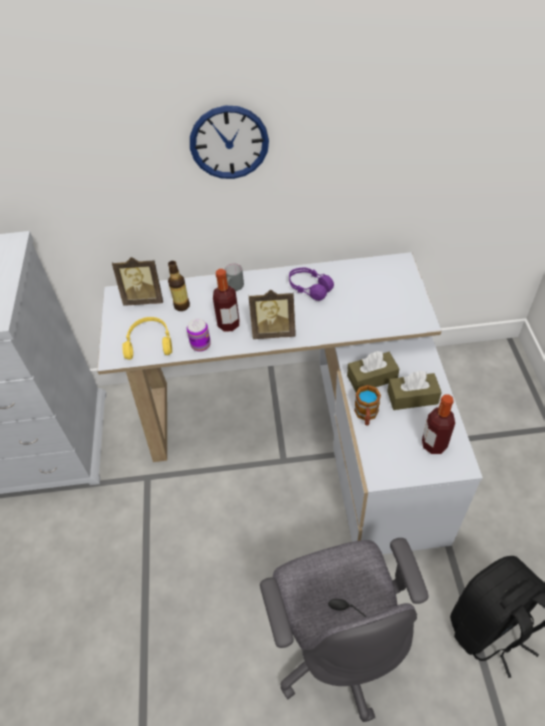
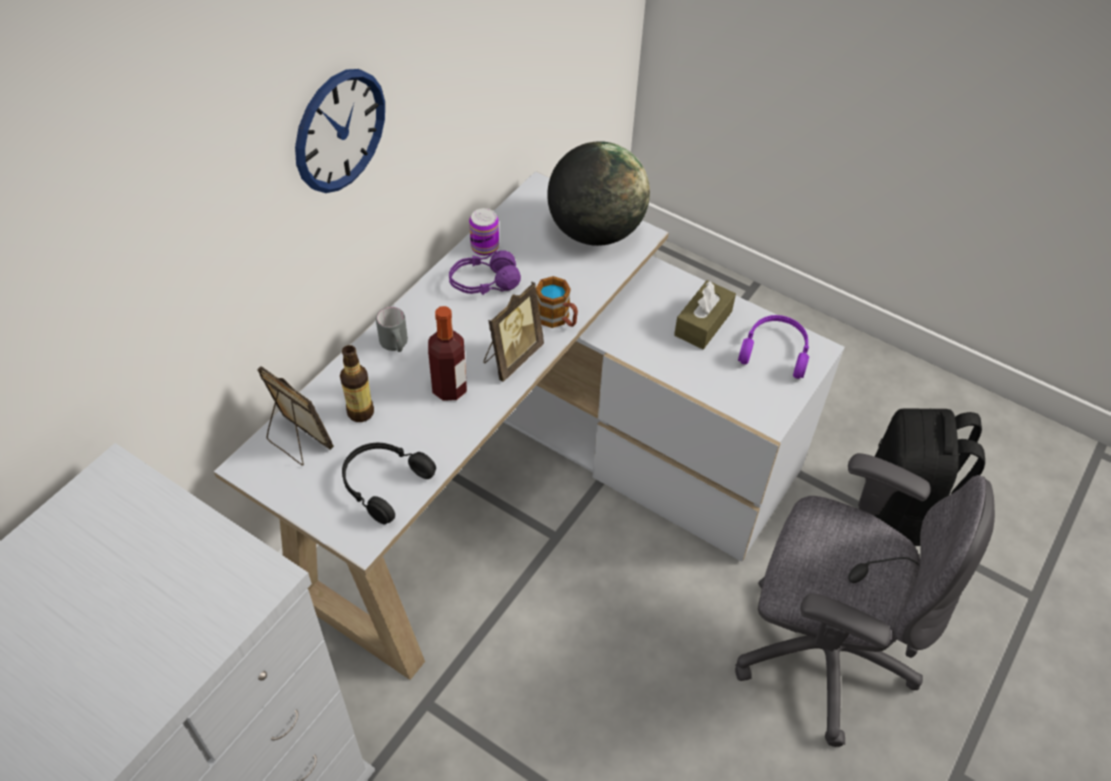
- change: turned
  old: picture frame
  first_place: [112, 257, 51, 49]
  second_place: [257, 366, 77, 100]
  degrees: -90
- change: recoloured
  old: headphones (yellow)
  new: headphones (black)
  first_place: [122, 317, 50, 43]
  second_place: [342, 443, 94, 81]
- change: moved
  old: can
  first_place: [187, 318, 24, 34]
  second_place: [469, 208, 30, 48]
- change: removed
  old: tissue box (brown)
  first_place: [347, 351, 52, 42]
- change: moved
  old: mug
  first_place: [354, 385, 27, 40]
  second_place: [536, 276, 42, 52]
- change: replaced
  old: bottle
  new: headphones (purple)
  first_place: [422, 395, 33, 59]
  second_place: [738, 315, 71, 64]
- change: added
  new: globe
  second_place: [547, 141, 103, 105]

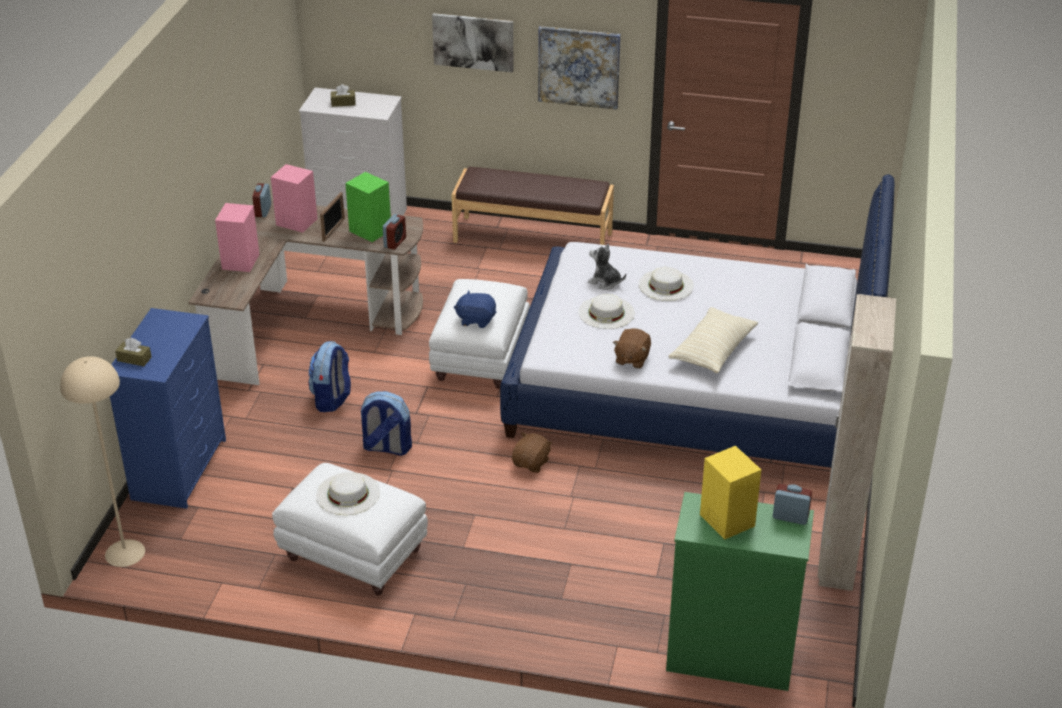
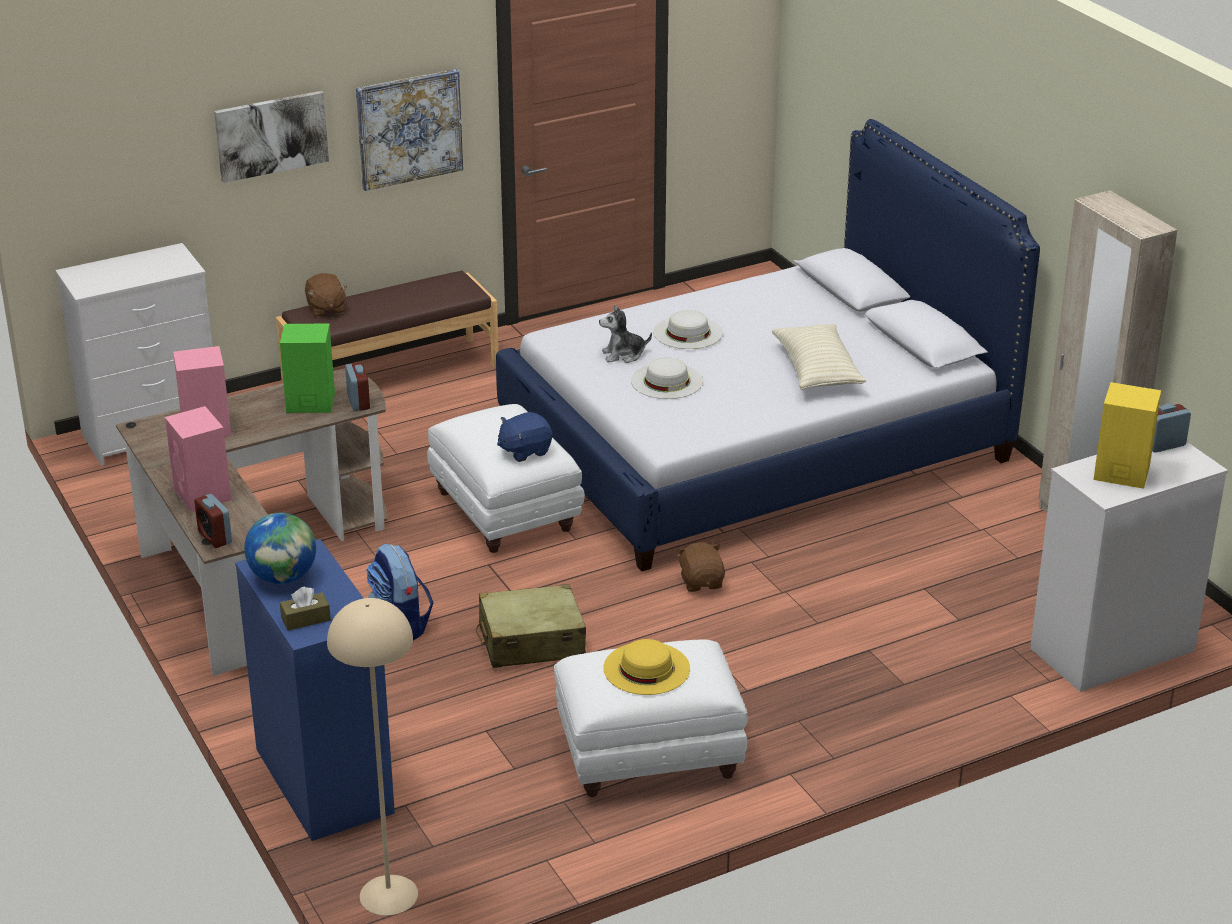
- change: removed
  old: tissue box (brown)
  first_place: [331, 84, 25, 23]
- change: moved
  old: alarm clock
  first_place: [252, 183, 19, 34]
  second_place: [194, 494, 38, 54]
- change: removed
  old: picture frame
  first_place: [320, 192, 25, 50]
- change: moved
  old: plush toy (brown)
  first_place: [613, 328, 38, 41]
  second_place: [305, 273, 42, 44]
- change: replaced
  old: backpack
  new: suitcase (beige)
  first_place: [359, 391, 53, 65]
  second_place: [476, 584, 110, 84]
- change: recoloured
  old: hat (white)
  new: hat (yellow)
  first_place: [316, 472, 64, 43]
  second_place: [603, 639, 87, 56]
- change: recoloured
  old: dresser (green)
  new: dresser (white)
  first_place: [666, 492, 148, 199]
  second_place: [1030, 442, 198, 250]
- change: added
  new: globe
  second_place: [244, 513, 72, 71]

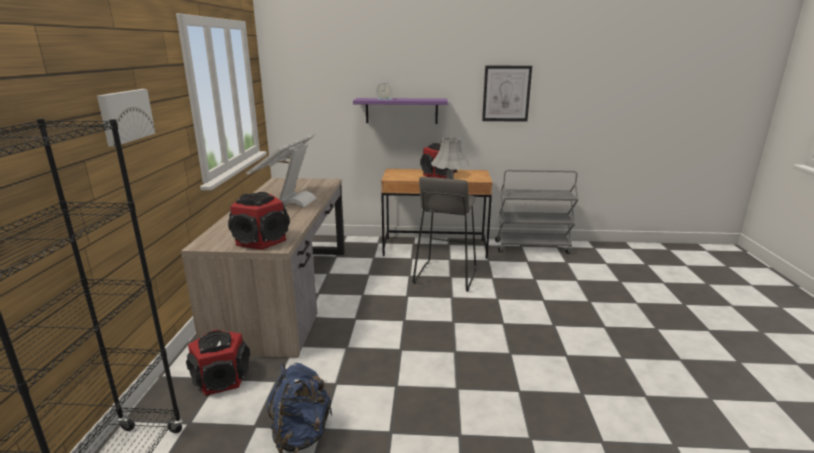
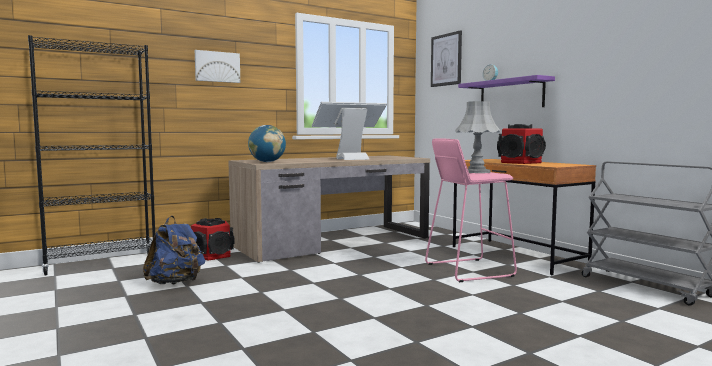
- change: moved
  old: picture
  first_place: [482, 66, 50, 56]
  second_place: [431, 30, 31, 57]
- change: recoloured
  old: stool (grey)
  new: stool (pink)
  first_place: [413, 177, 64, 115]
  second_place: [425, 139, 92, 143]
- change: replaced
  old: speaker
  new: globe
  first_place: [228, 192, 62, 58]
  second_place: [248, 125, 38, 37]

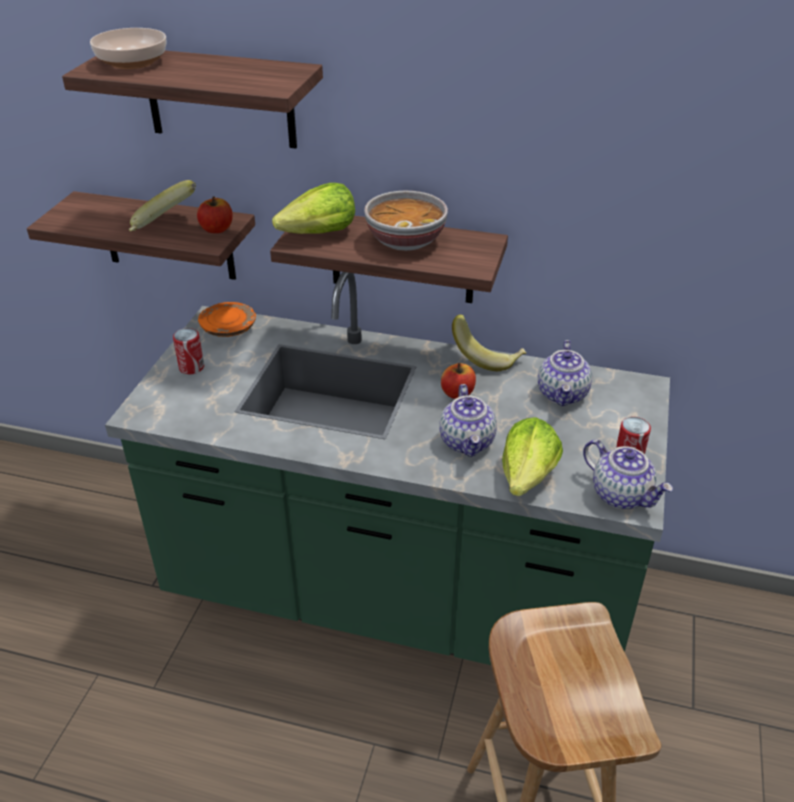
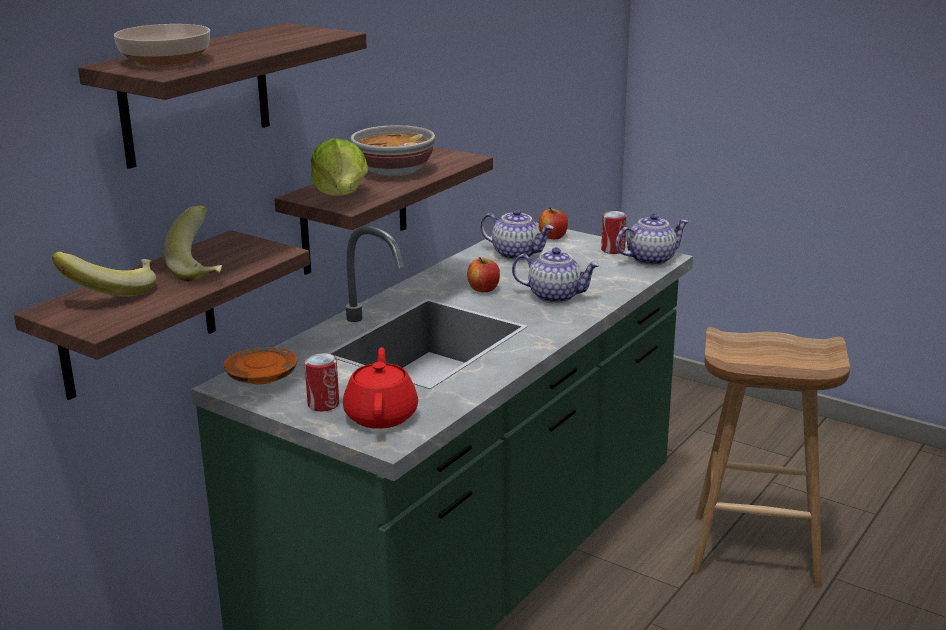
- change: moved
  old: apple
  first_place: [197, 196, 36, 37]
  second_place: [539, 208, 29, 31]
- change: moved
  old: banana
  first_place: [452, 315, 75, 56]
  second_place: [52, 252, 105, 44]
- change: removed
  old: lettuce
  first_place: [502, 417, 61, 79]
- change: added
  new: teapot (red)
  second_place: [343, 347, 75, 82]

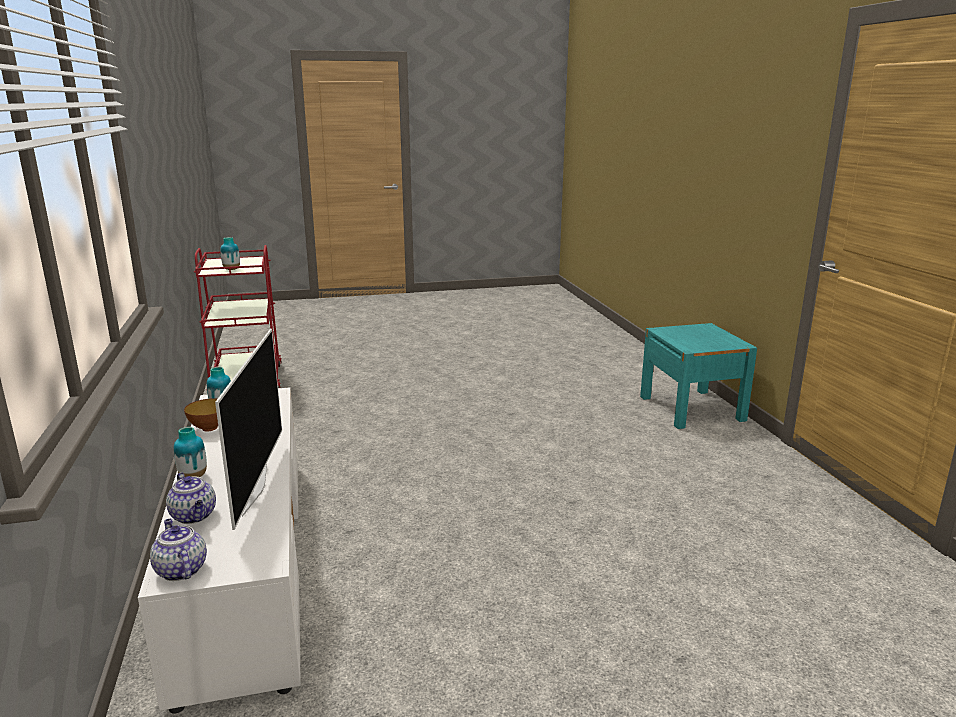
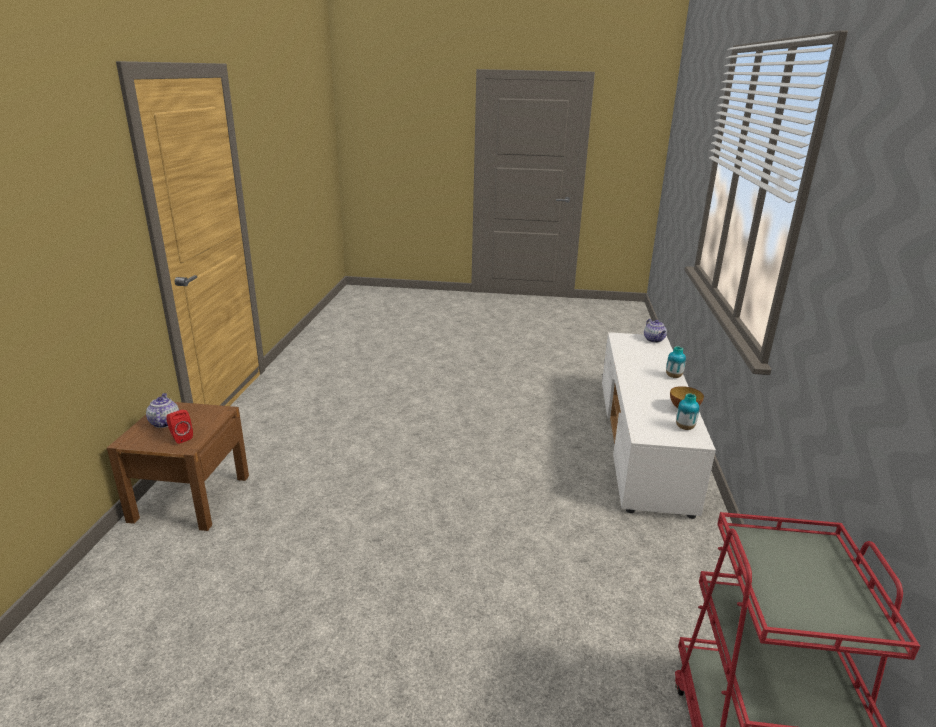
- change: removed
  old: vase
  first_place: [220, 237, 20, 33]
- change: recoloured
  old: nightstand (turquoise)
  new: nightstand (brown)
  first_place: [640, 323, 117, 106]
  second_place: [107, 402, 142, 129]
- change: removed
  old: television
  first_place: [215, 329, 67, 201]
- change: moved
  old: teapot
  first_place: [166, 472, 50, 52]
  second_place: [146, 393, 33, 35]
- change: added
  new: speaker (red)
  second_place: [166, 410, 27, 34]

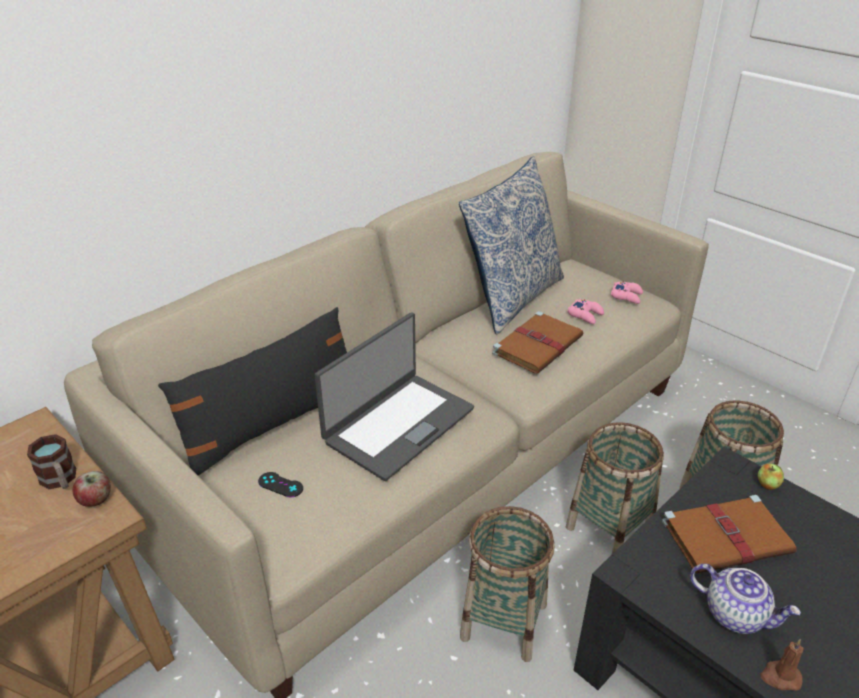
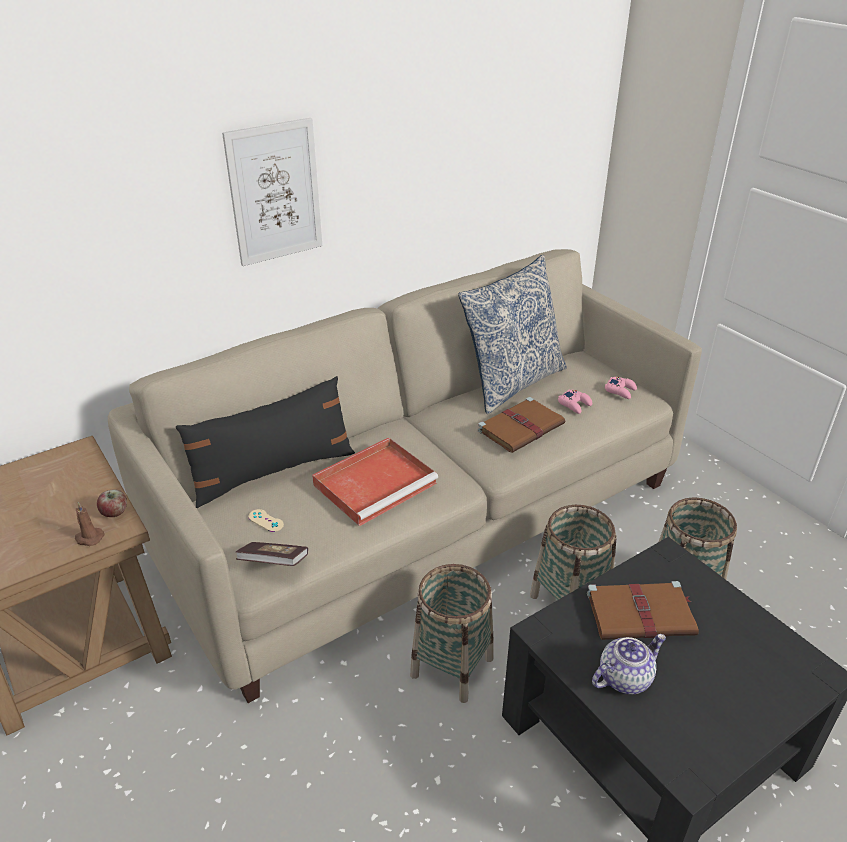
- change: replaced
  old: laptop
  new: tray (red)
  first_place: [315, 313, 159, 168]
  second_place: [312, 437, 126, 89]
- change: removed
  old: mug
  first_place: [27, 434, 49, 55]
- change: removed
  old: apple
  first_place: [758, 464, 26, 26]
- change: recoloured
  old: game controller (black)
  new: game controller (beige)
  first_place: [258, 472, 45, 25]
  second_place: [248, 509, 36, 23]
- change: turned
  old: teapot
  first_place: [690, 564, 111, 70]
  second_place: [592, 634, 74, 60]
  degrees: -75
- change: moved
  old: candle (brown)
  first_place: [760, 639, 44, 52]
  second_place: [75, 502, 29, 44]
- change: added
  new: picture
  second_place: [222, 118, 100, 148]
- change: added
  new: book
  second_place: [236, 542, 72, 24]

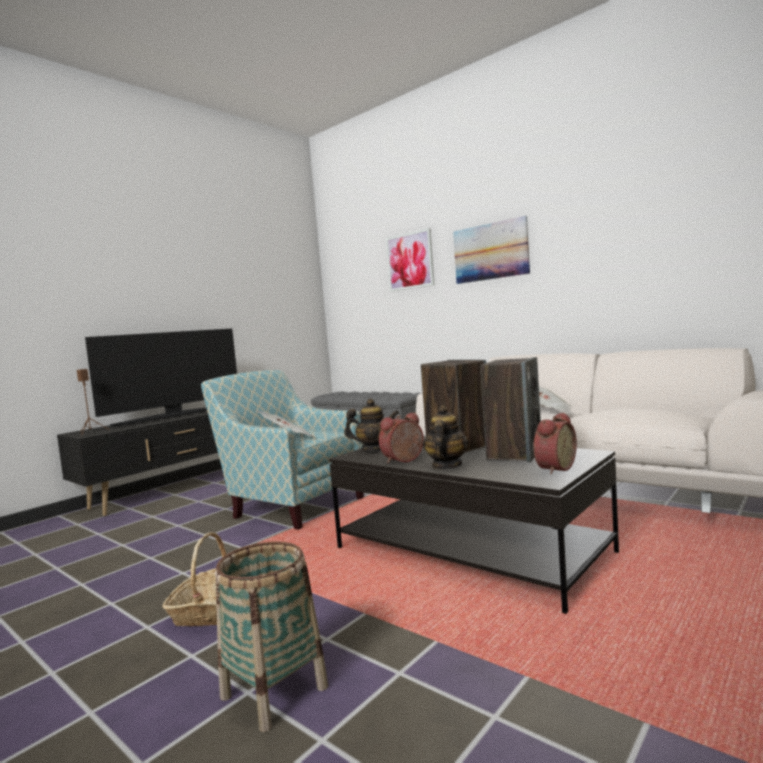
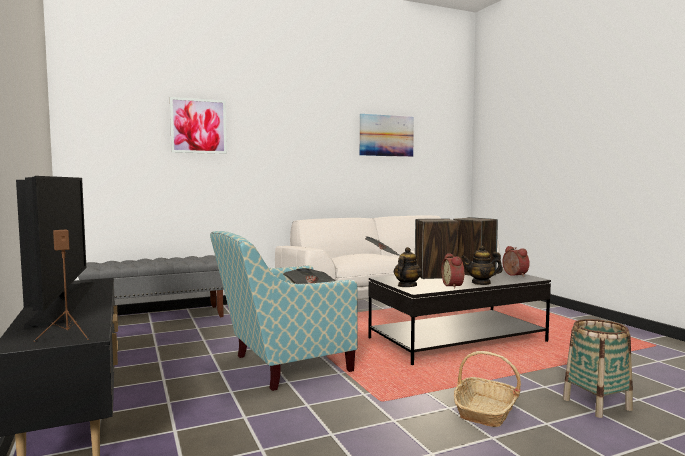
- change: moved
  old: picture
  first_place: [453, 216, 77, 68]
  second_place: [360, 114, 54, 43]
- change: turned
  old: teapot
  first_place: [423, 405, 46, 64]
  second_place: [461, 245, 42, 40]
  degrees: -45

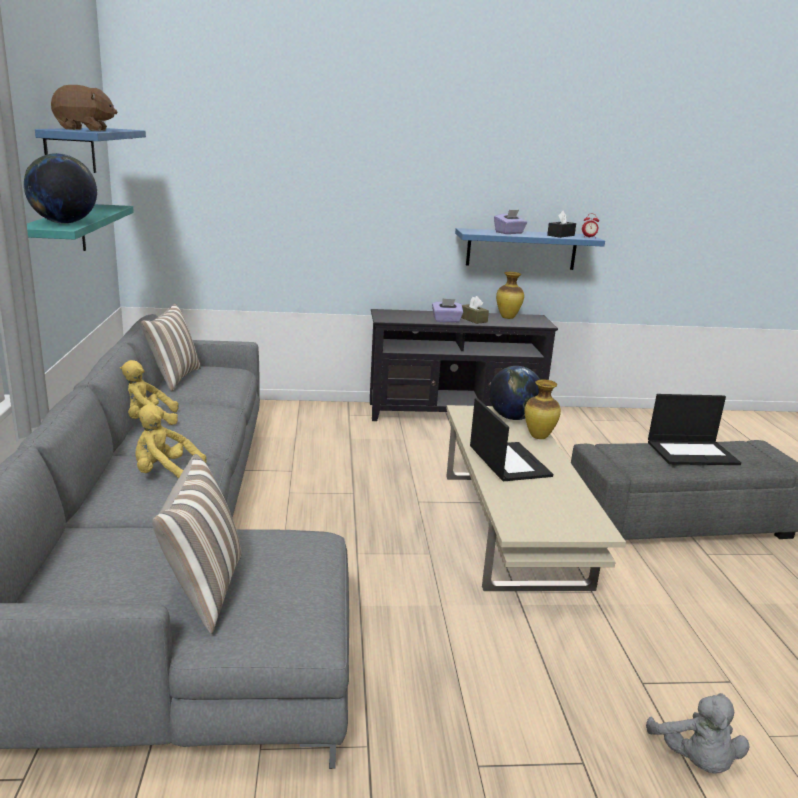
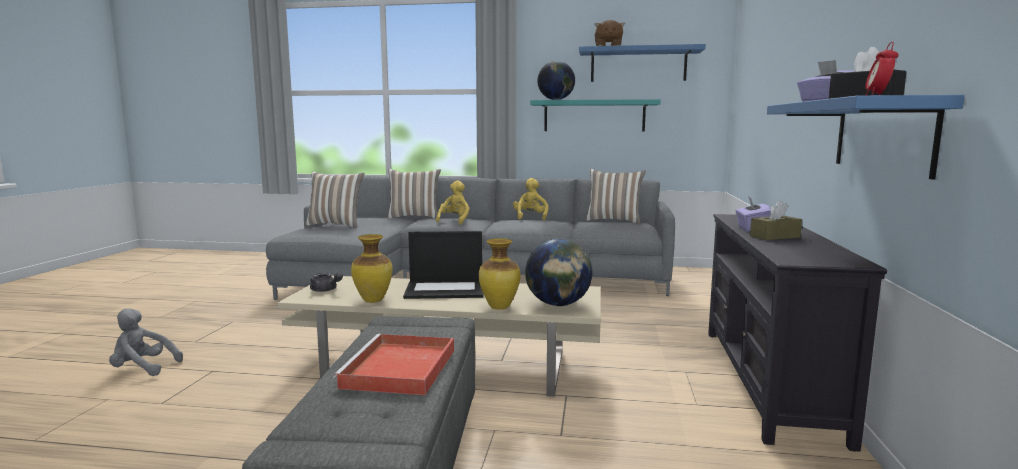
- change: moved
  old: vase
  first_place: [496, 272, 28, 47]
  second_place: [351, 234, 42, 69]
- change: replaced
  old: laptop
  new: tray (red)
  first_place: [648, 394, 93, 71]
  second_place: [333, 334, 121, 61]
- change: added
  new: pillow
  second_place: [387, 169, 54, 49]
- change: added
  new: teapot (grey)
  second_place: [310, 273, 33, 19]

